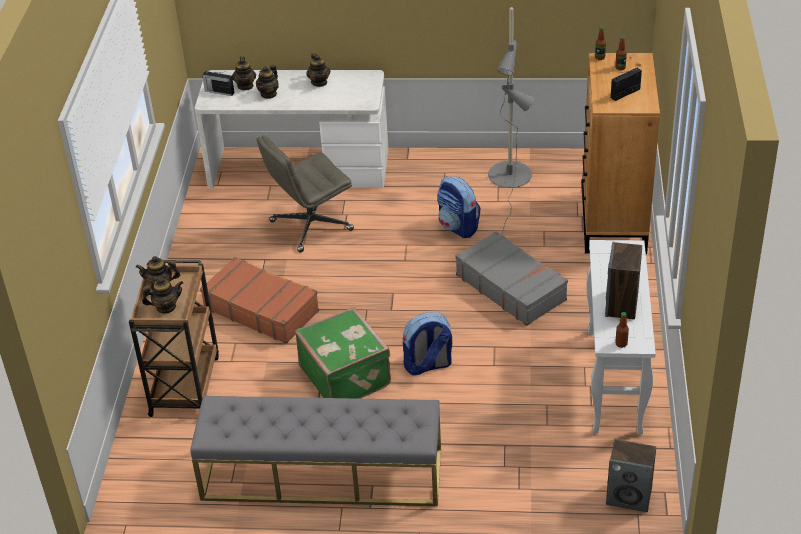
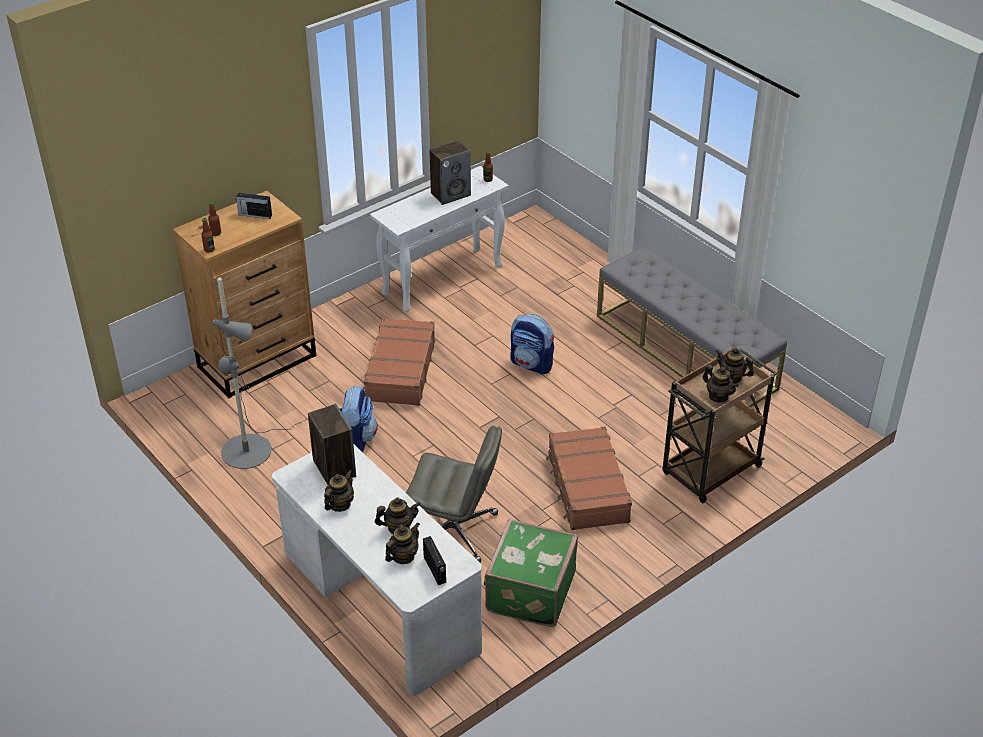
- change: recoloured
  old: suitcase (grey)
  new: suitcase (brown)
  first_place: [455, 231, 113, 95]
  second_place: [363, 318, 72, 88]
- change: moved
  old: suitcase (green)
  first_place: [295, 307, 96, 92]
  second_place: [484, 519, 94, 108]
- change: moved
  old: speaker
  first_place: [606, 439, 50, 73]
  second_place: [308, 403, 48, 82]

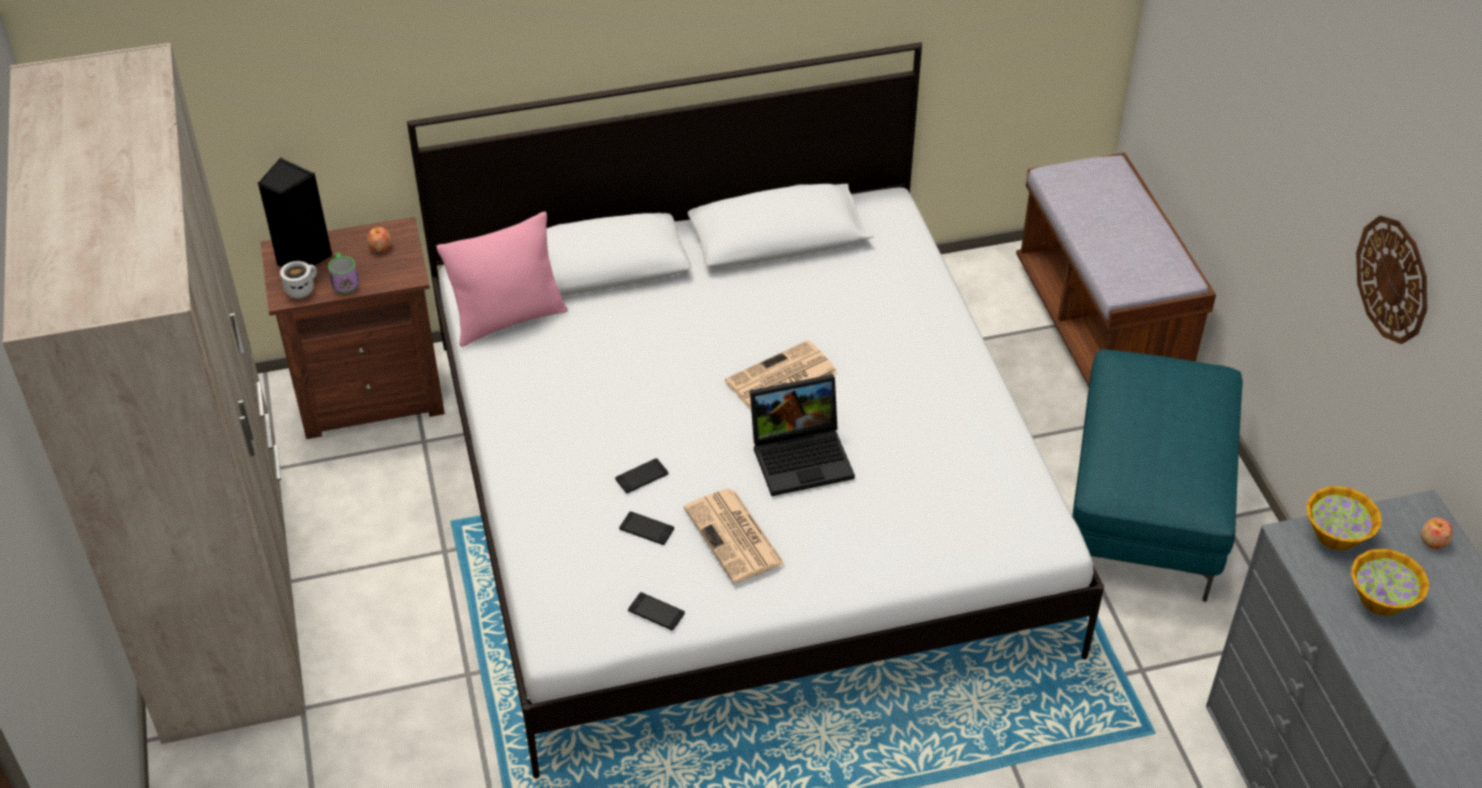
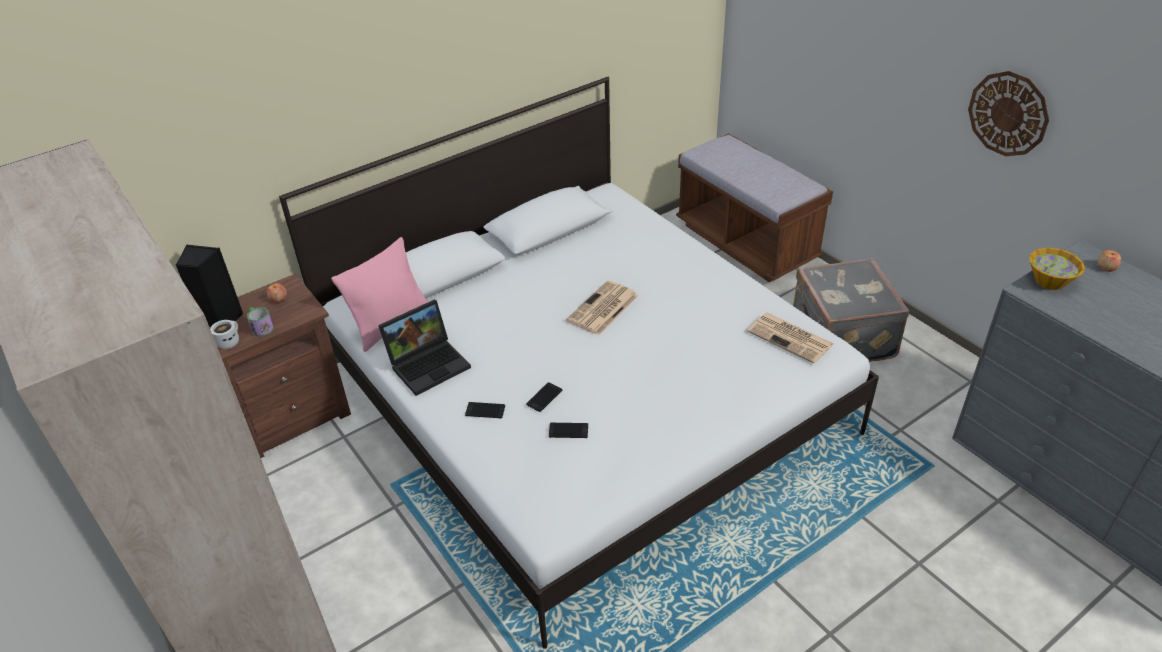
- change: replaced
  old: ottoman (turquoise)
  new: suitcase (grey)
  first_place: [1072, 349, 171, 253]
  second_place: [793, 258, 116, 104]
- change: moved
  old: laptop
  first_place: [750, 374, 105, 122]
  second_place: [378, 300, 93, 96]
- change: moved
  old: newspaper
  first_place: [684, 489, 101, 94]
  second_place: [747, 313, 86, 51]
- change: removed
  old: bowl
  first_place: [1351, 549, 78, 67]
- change: moved
  old: phone
  first_place: [628, 592, 57, 38]
  second_place: [465, 402, 40, 16]

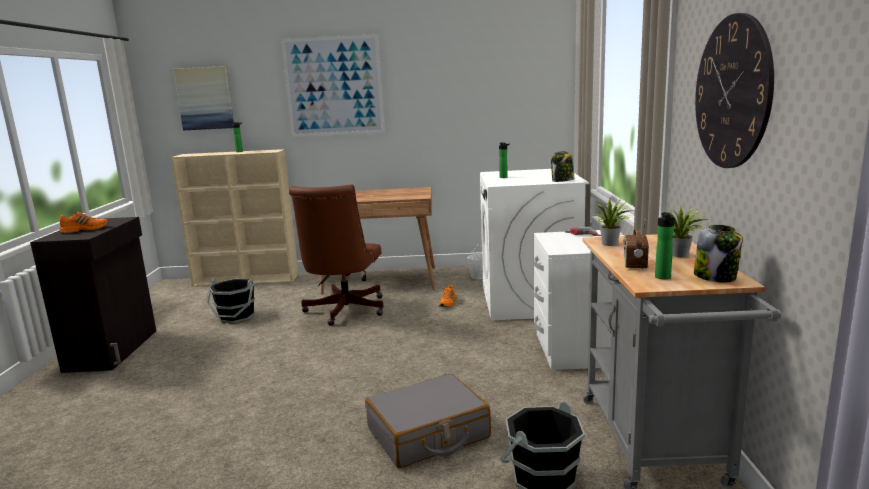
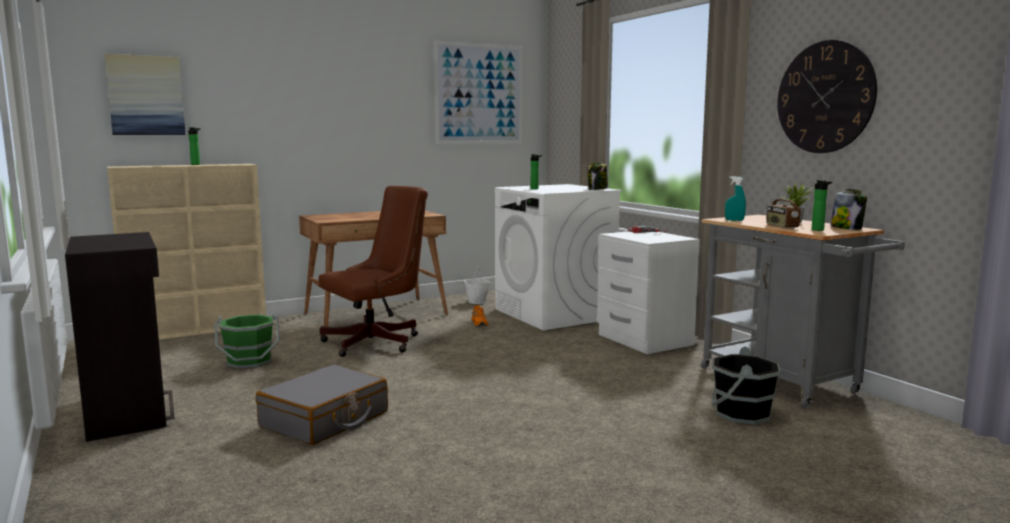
- change: moved
  old: picture
  first_place: [281, 34, 104, 103]
  second_place: [434, 40, 88, 104]
- change: turned
  old: office chair (brown)
  first_place: [289, 185, 95, 141]
  second_place: [319, 186, 109, 171]
  degrees: -105
- change: replaced
  old: potted plant
  new: spray bottle (turquoise)
  first_place: [594, 198, 41, 48]
  second_place: [725, 176, 21, 45]
- change: removed
  old: shoe (orange)
  first_place: [59, 212, 49, 22]
- change: recoloured
  old: bucket (black)
  new: bucket (green)
  first_place: [206, 279, 49, 44]
  second_place: [215, 312, 65, 57]
- change: moved
  old: suitcase (grey)
  first_place: [365, 374, 126, 94]
  second_place: [256, 365, 132, 80]

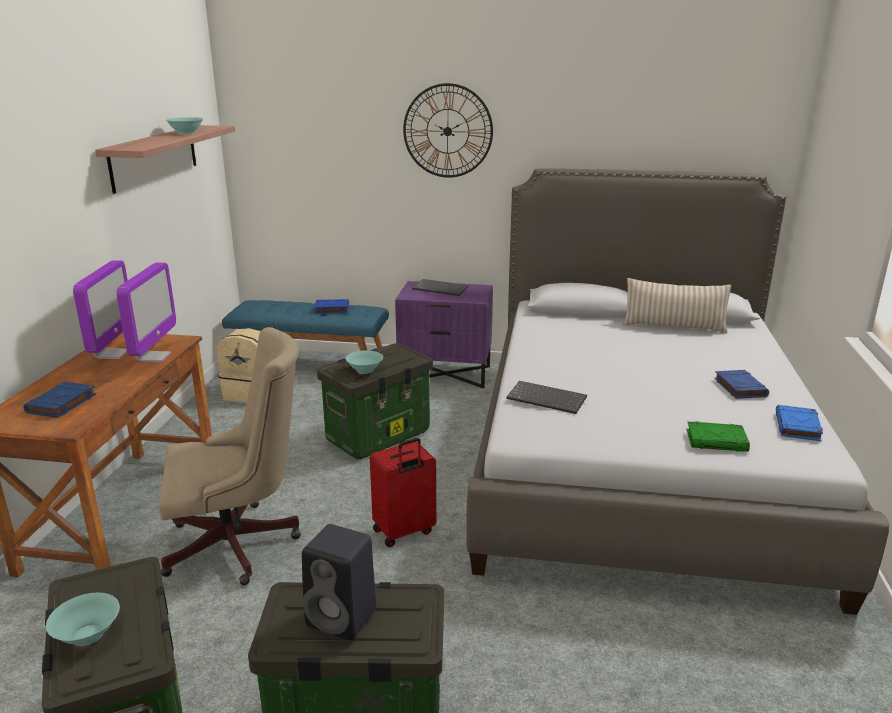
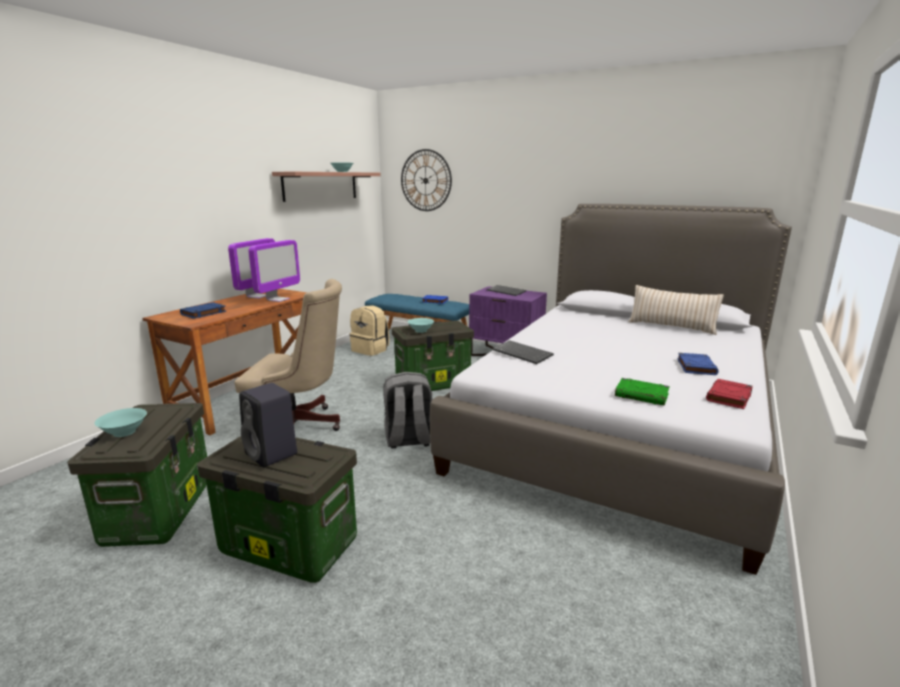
- change: moved
  old: wall clock
  first_place: [403, 83, 90, 95]
  second_place: [401, 149, 51, 62]
- change: recoloured
  old: book (blue)
  new: book (red)
  first_place: [776, 405, 47, 36]
  second_place: [706, 379, 47, 30]
- change: replaced
  old: suitcase (red)
  new: backpack (grey)
  first_place: [370, 438, 66, 109]
  second_place: [383, 372, 50, 76]

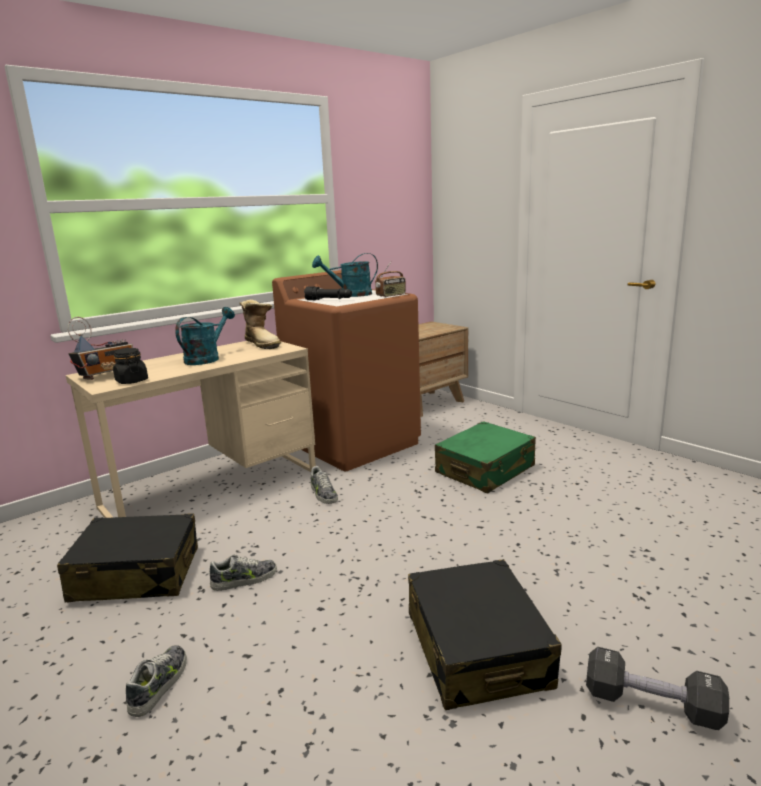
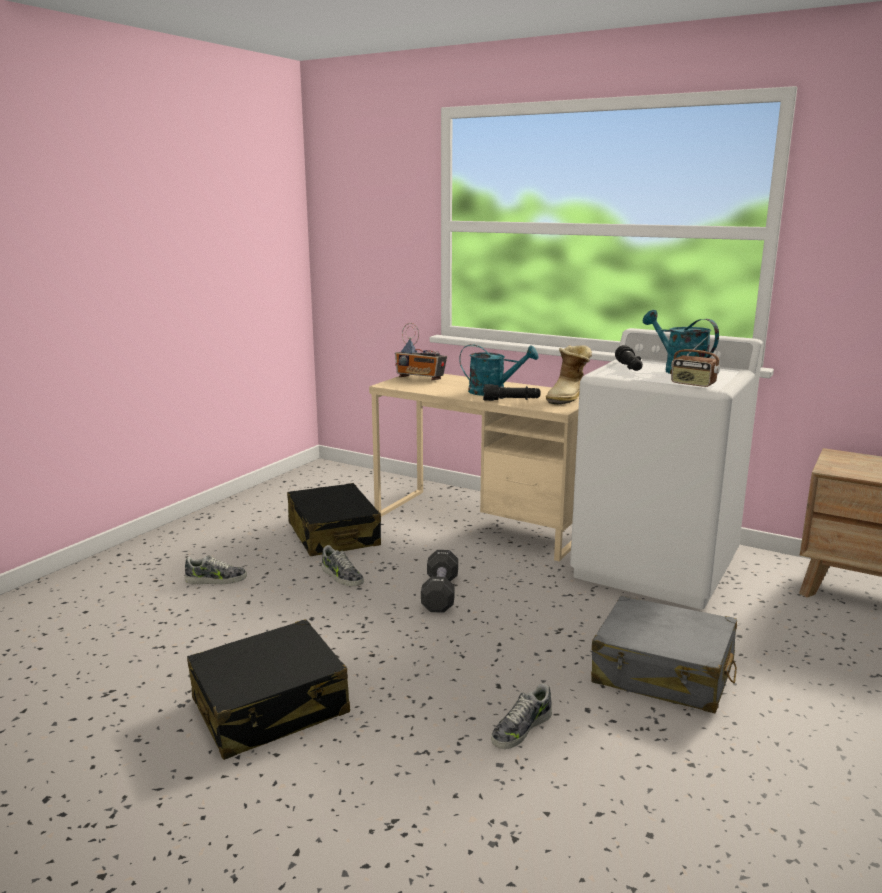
- change: recoloured
  old: washing machine (brown)
  new: washing machine (white)
  first_place: [272, 270, 149, 201]
  second_place: [570, 328, 193, 281]
- change: removed
  old: jar (black)
  first_place: [113, 348, 35, 36]
- change: recoloured
  old: suitcase (green)
  new: suitcase (grey)
  first_place: [435, 421, 101, 72]
  second_place: [591, 596, 146, 117]
- change: moved
  old: shoe
  first_place: [311, 466, 27, 38]
  second_place: [491, 684, 61, 65]
- change: moved
  old: dumbbell (black)
  first_place: [586, 647, 143, 83]
  second_place: [421, 550, 37, 63]
- change: added
  new: flashlight (black)
  second_place: [483, 384, 57, 17]

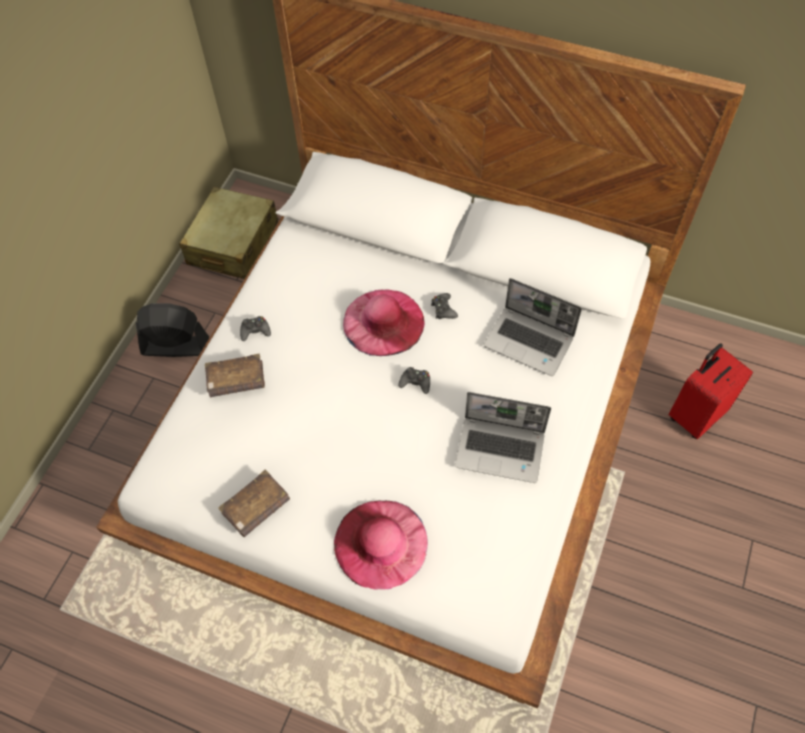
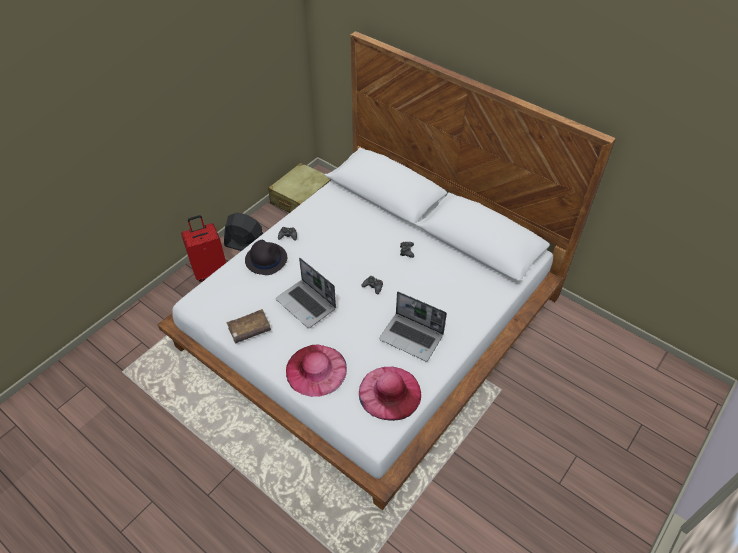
- change: moved
  old: laptop
  first_place: [484, 278, 98, 98]
  second_place: [275, 258, 61, 70]
- change: moved
  old: hat (pink)
  first_place: [343, 289, 82, 67]
  second_place: [359, 366, 62, 55]
- change: moved
  old: suitcase (red)
  first_place: [668, 343, 85, 96]
  second_place: [181, 215, 45, 67]
- change: replaced
  old: book (brown)
  new: hat (black)
  first_place: [205, 354, 60, 43]
  second_place: [245, 240, 42, 35]

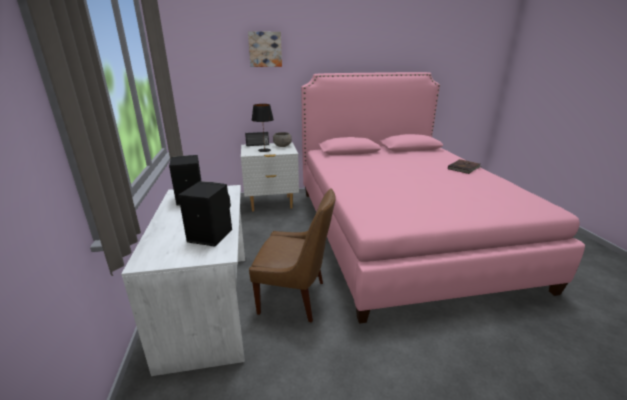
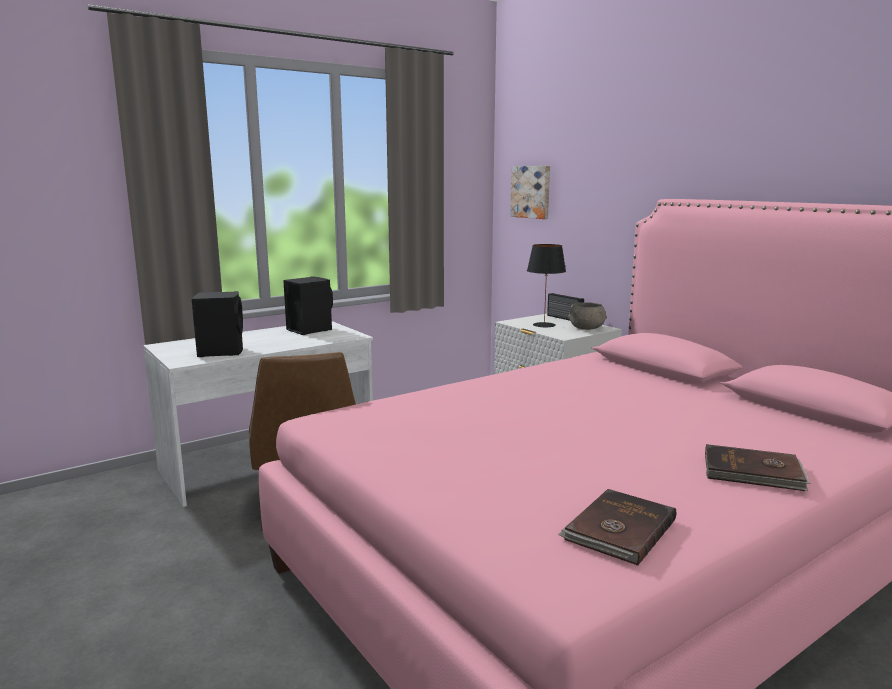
- change: moved
  old: picture
  first_place: [248, 31, 34, 36]
  second_place: [510, 166, 40, 53]
- change: added
  new: book (brown)
  second_place: [558, 489, 118, 77]

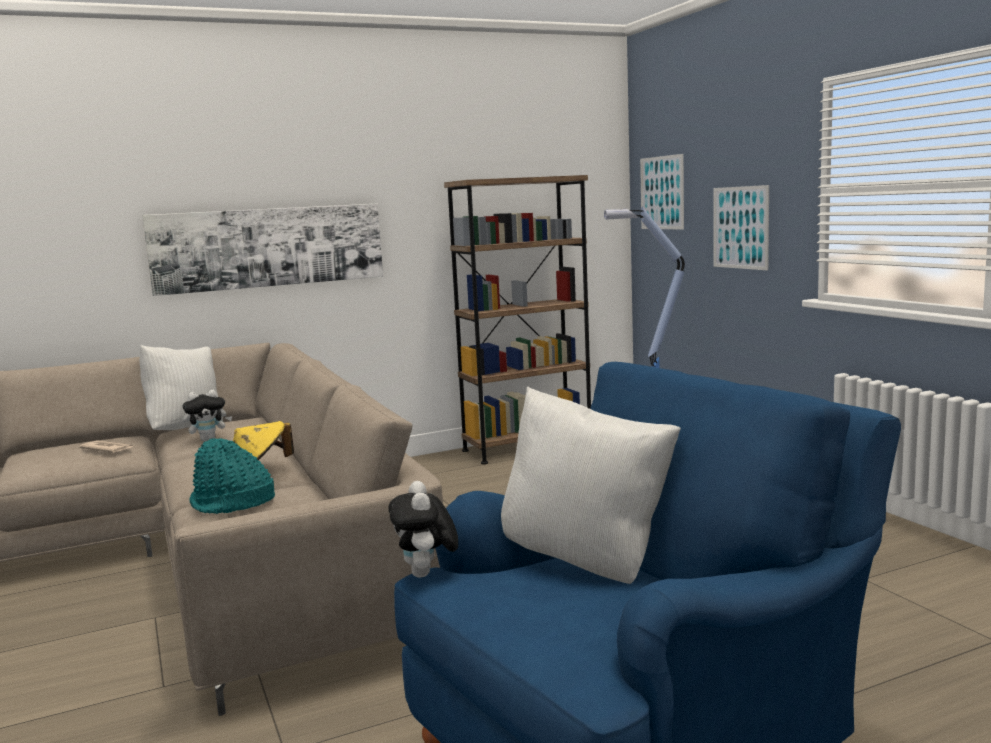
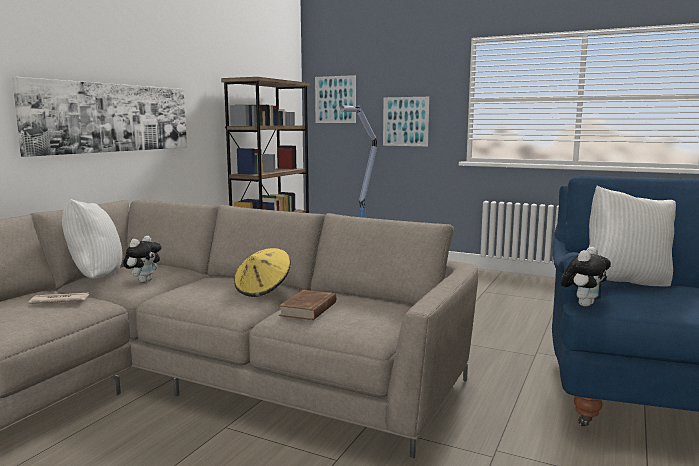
- change: replaced
  old: hat (turquoise)
  new: book (brown)
  first_place: [190, 438, 85, 76]
  second_place: [279, 290, 57, 30]
- change: turned
  old: plush toy
  first_place: [388, 481, 70, 97]
  second_place: [561, 247, 50, 60]
  degrees: -90

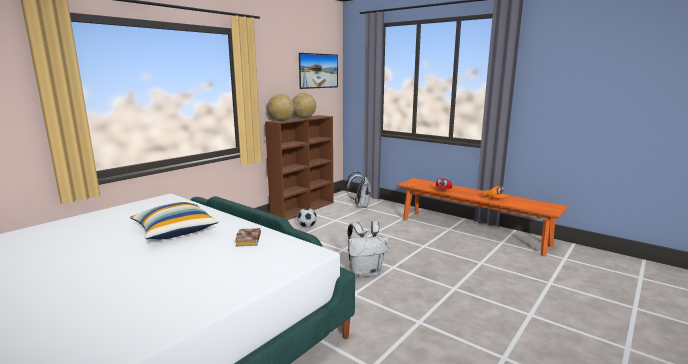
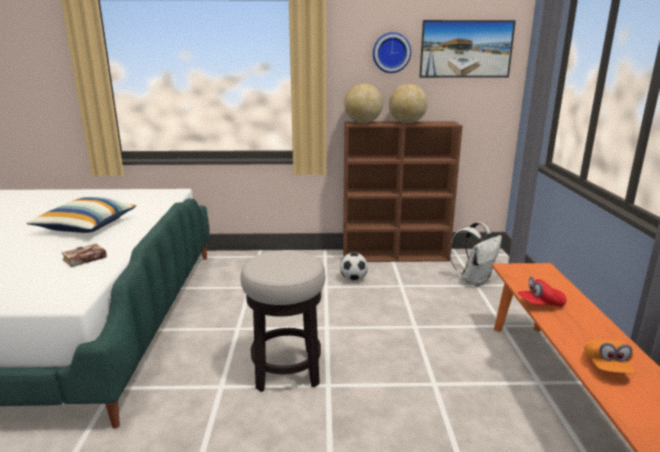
- change: replaced
  old: backpack (white)
  new: stool
  first_place: [348, 221, 42, 56]
  second_place: [241, 251, 84, 141]
- change: added
  new: wall clock
  second_place: [373, 32, 38, 41]

